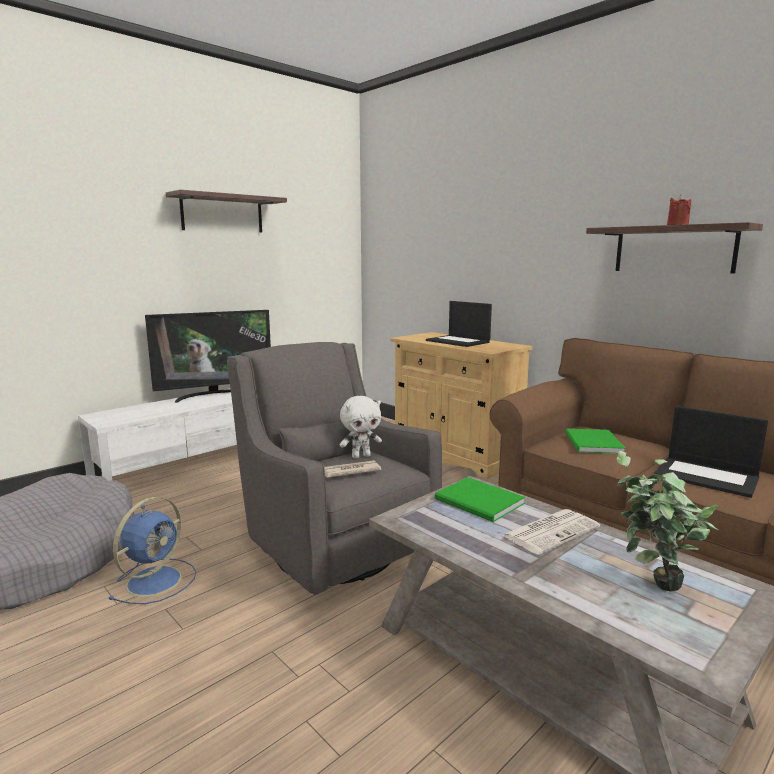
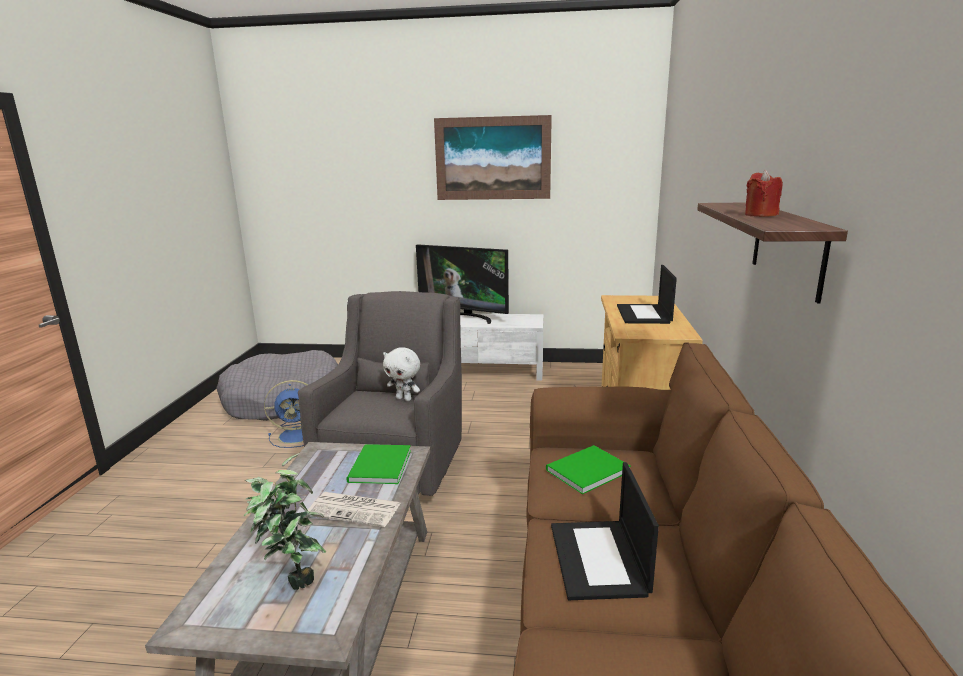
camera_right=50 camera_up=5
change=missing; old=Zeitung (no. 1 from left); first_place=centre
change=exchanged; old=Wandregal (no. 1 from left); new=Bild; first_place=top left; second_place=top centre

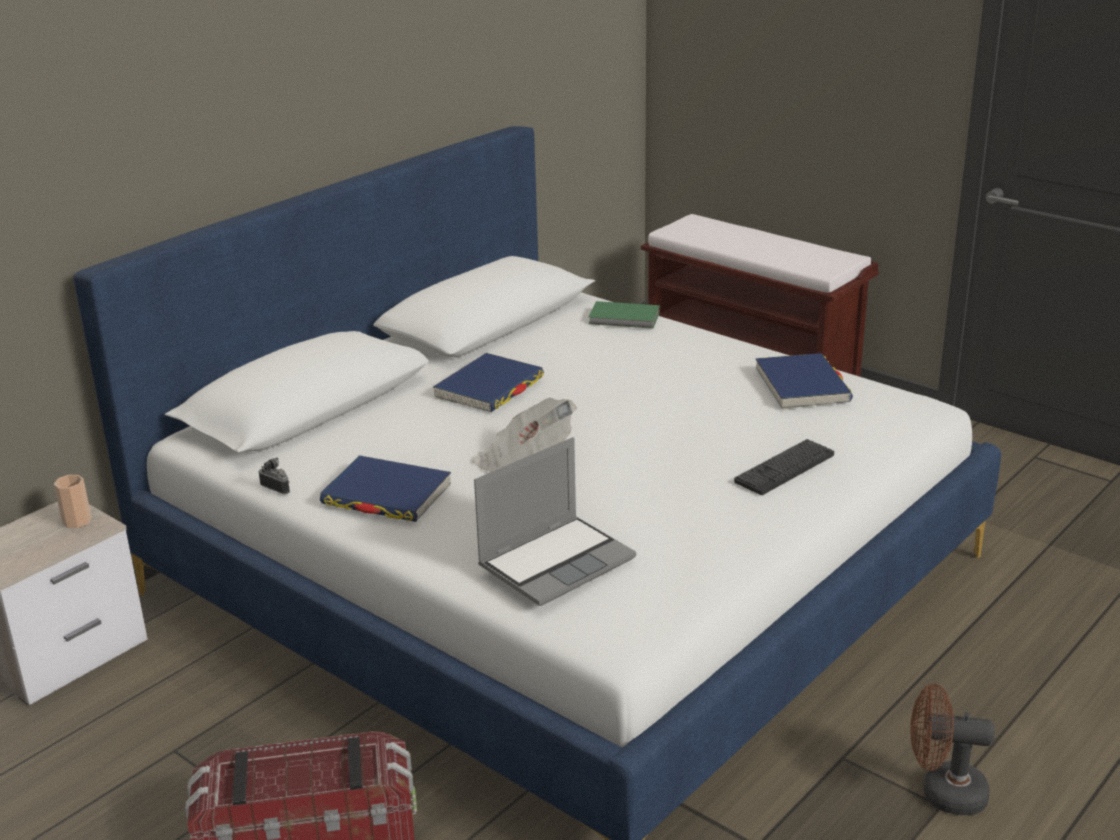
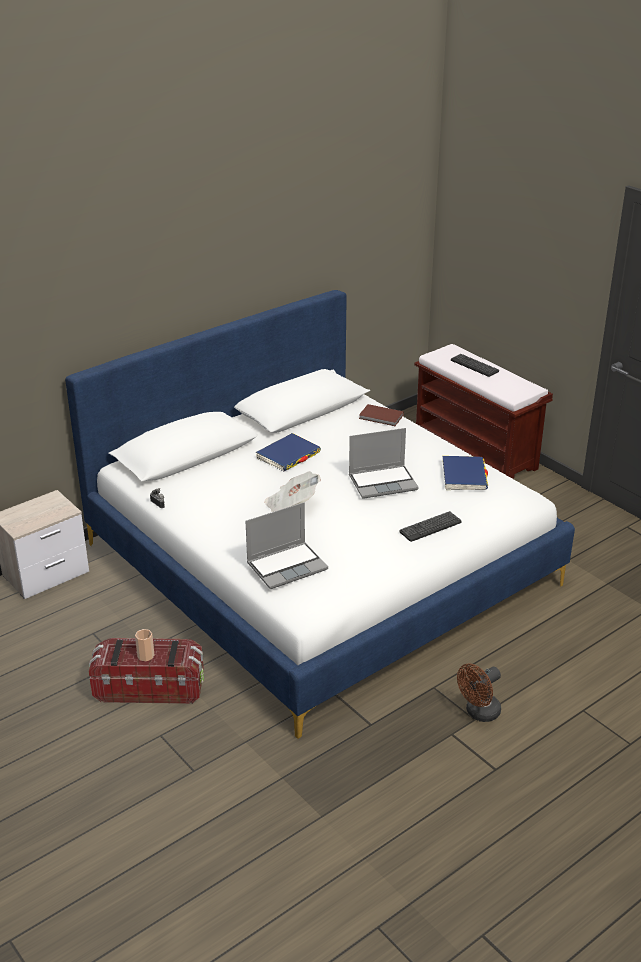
camera_right=10 camera_up=5
change=missing; old=Buch (blau) (no. 1 from left); first_place=centre
change=appeared; new=Laptop (no. 2 from left); second_place=centre
change=appeared; new=Tastatur (no. 2 from left); second_place=middle right
change=relocated; old=Tasse; first_place=middle left; second_place=bottom left
change=colour; old=Buch (grün); new=Buch (braun); first_place=centre; second_place=centre
change=spun; old=Ventilator (braun); first_place=bottom right; second_place=bottom right; degrees=-60

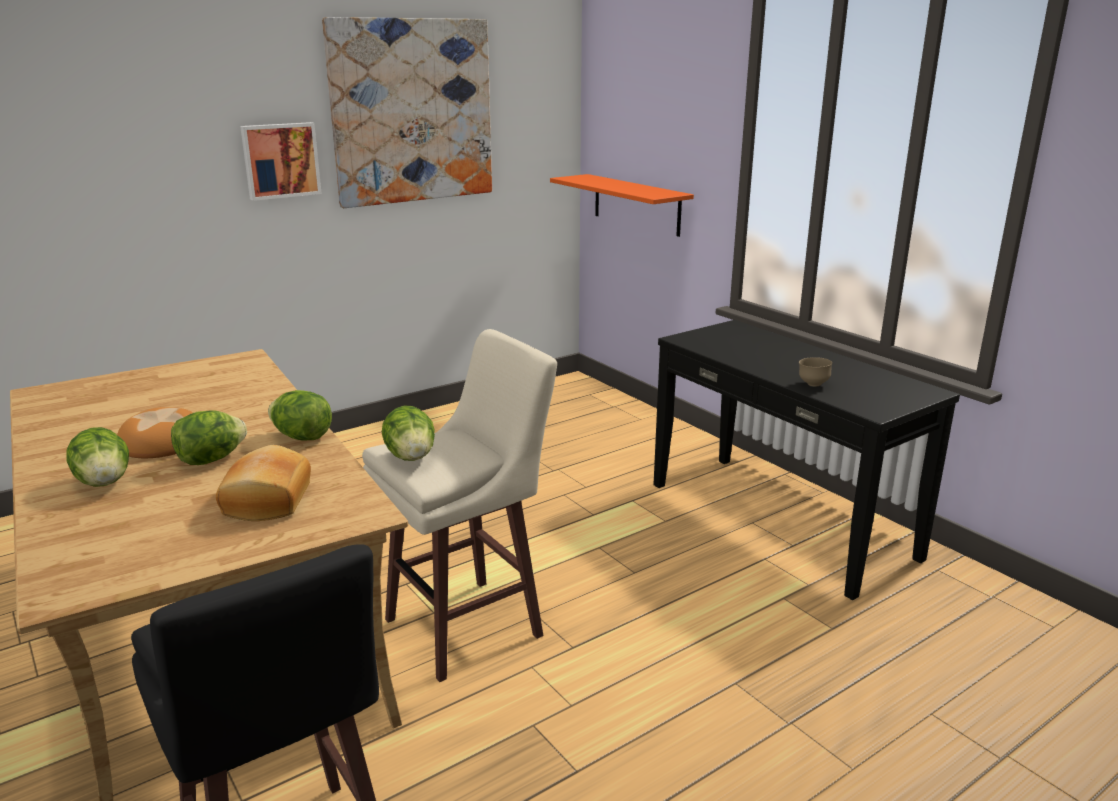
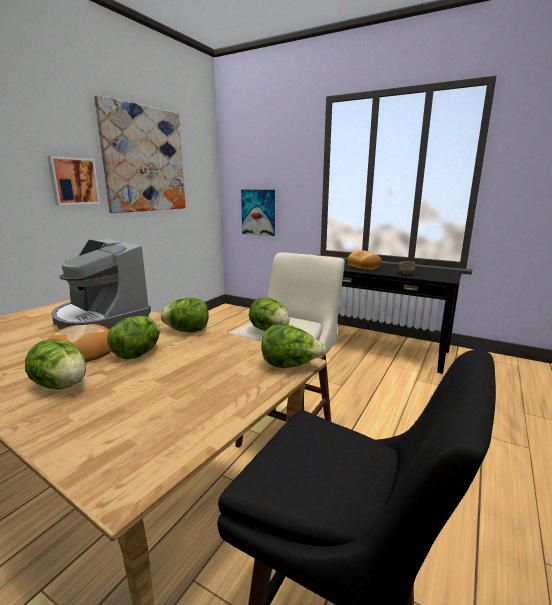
camera_right=-25 camera_up=-5
change=appeared; new=Kaffeemaschine; second_place=middle left
change=appeared; new=Salatkopf (no. 5 from left); second_place=centre
change=relocated; old=Brot (no. 2 from left); first_place=middle left; second_place=centre
change=exchanged; old=Wandregal (orange); new=Bild (no. 3 from left); first_place=top centre; second_place=centre

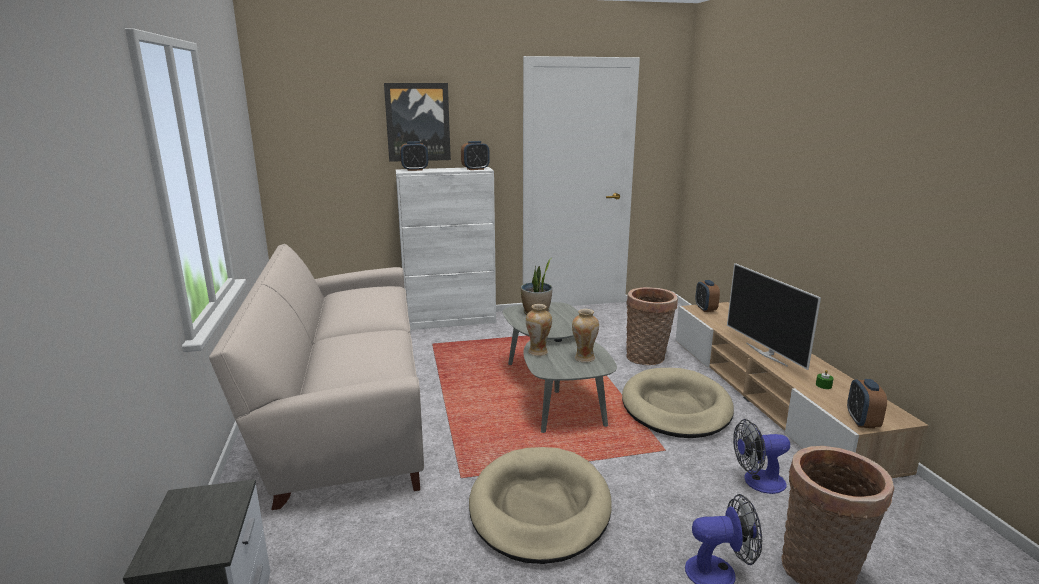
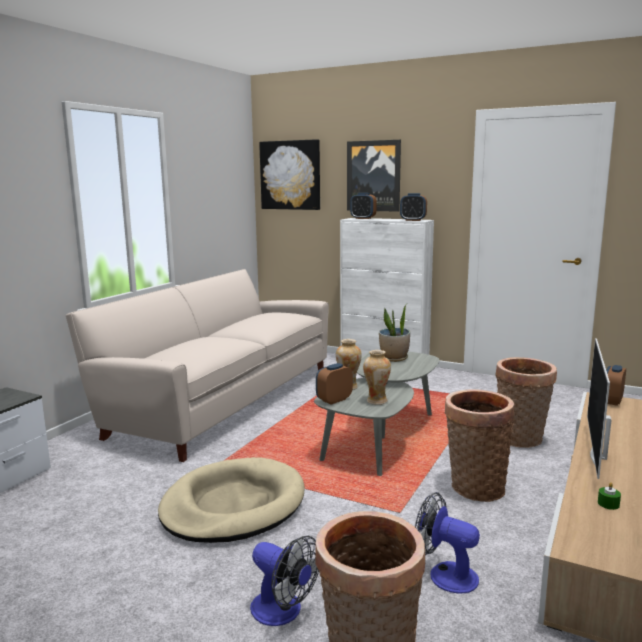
camera_right=40 camera_up=-5
change=appeared; new=Bild (no. 1 from left); second_place=top centre
change=relocated; old=Wecker (no. 4 from left in the first image); new=Wecker (no. 1 from left); first_place=bottom right; second_place=centre
change=exchanged; old=Hundebett (beige) (no. 2 from left); new=Korb (no. 2 from left); first_place=bottom centre; second_place=bottom right

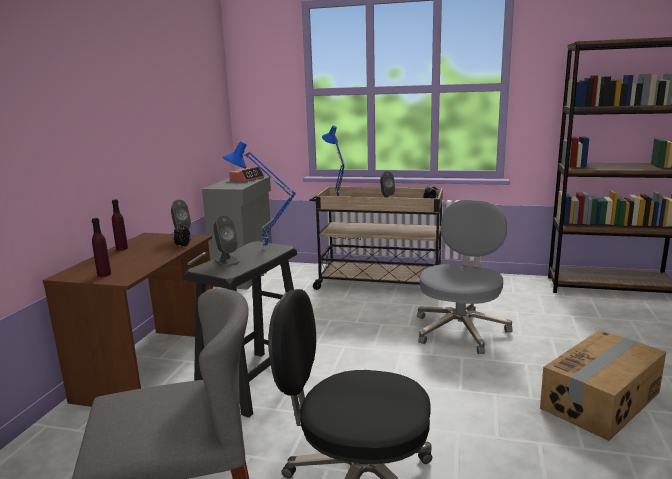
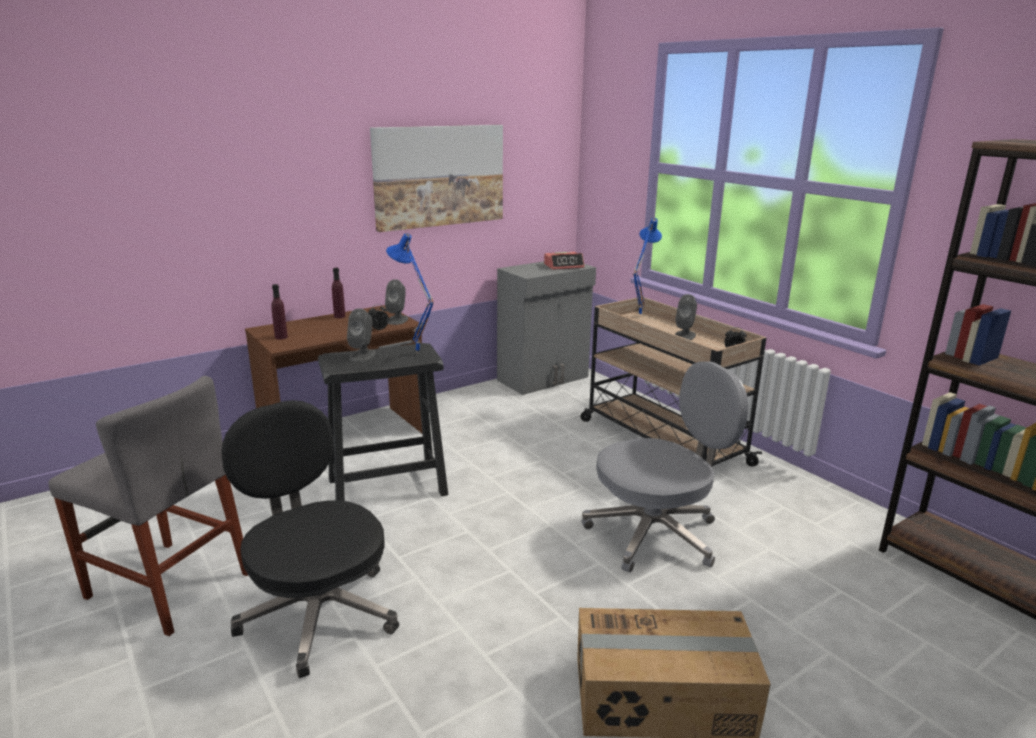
camera_right=40 camera_up=5
change=appeared; new=Bild; second_place=top centre

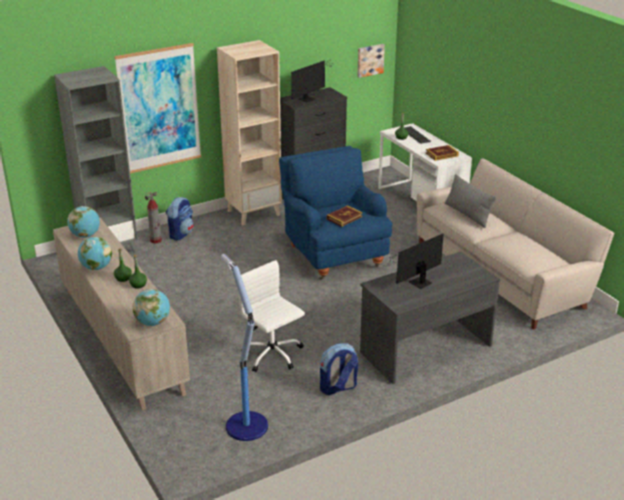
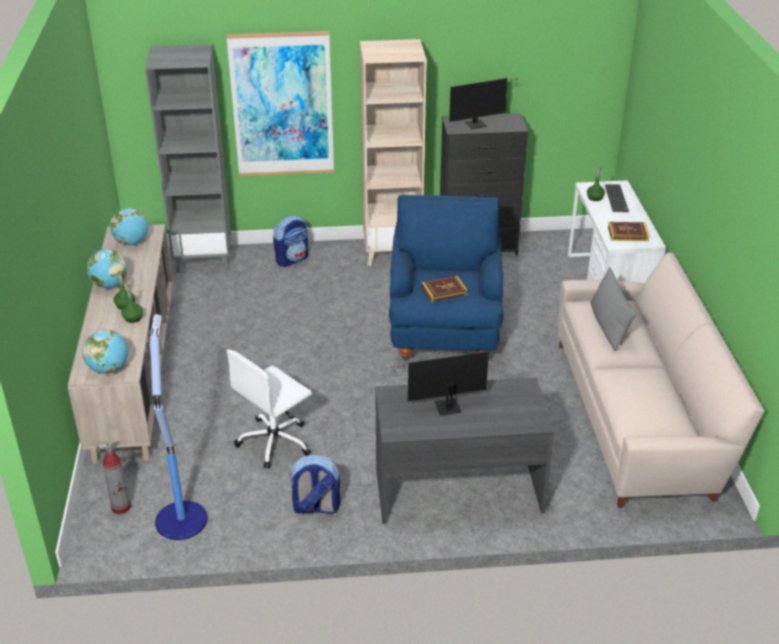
camera_right=25 camera_up=5
change=missing; old=Bild (no. 2 from left); first_place=top centre
change=relocated; old=Feuerlöscher; first_place=middle left; second_place=bottom left
change=spun; old=Bürostuhl (weiß); first_place=centre; second_place=centre; degrees=-120

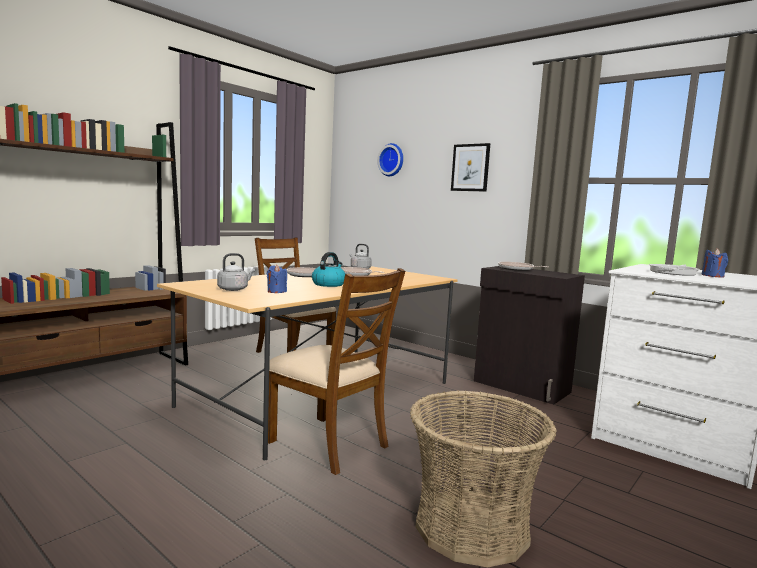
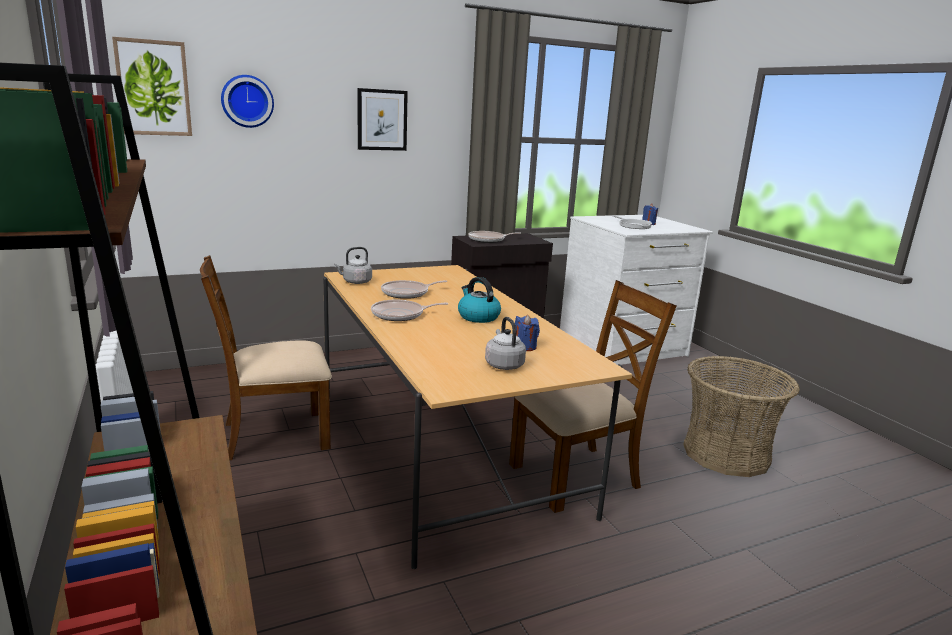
camera_right=-65 camera_up=10
change=appeared; new=Bild (no. 1 from left); second_place=top left

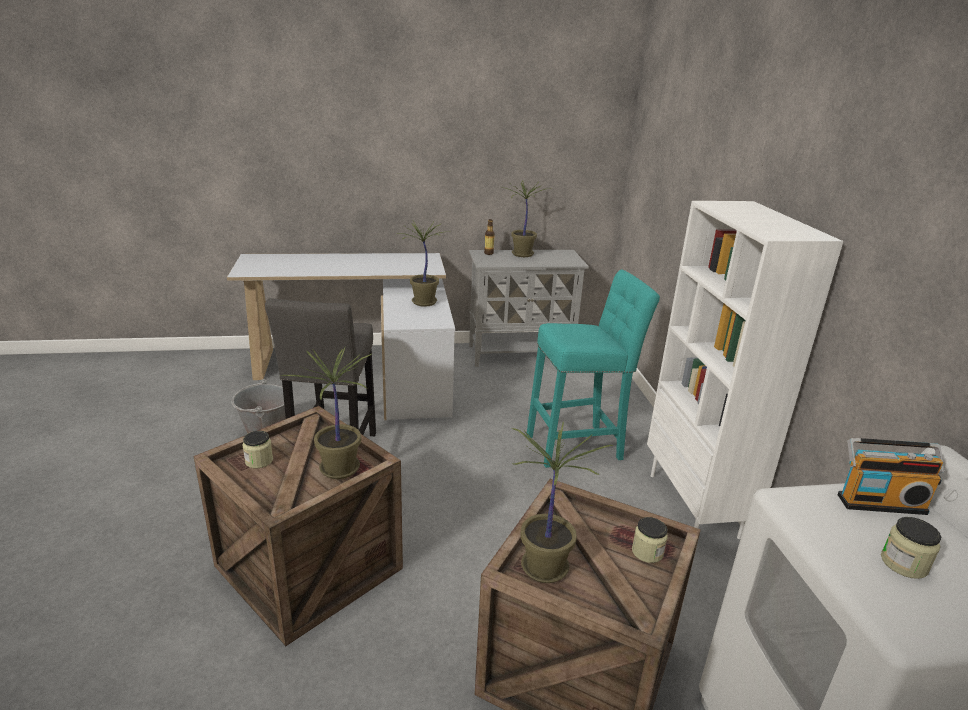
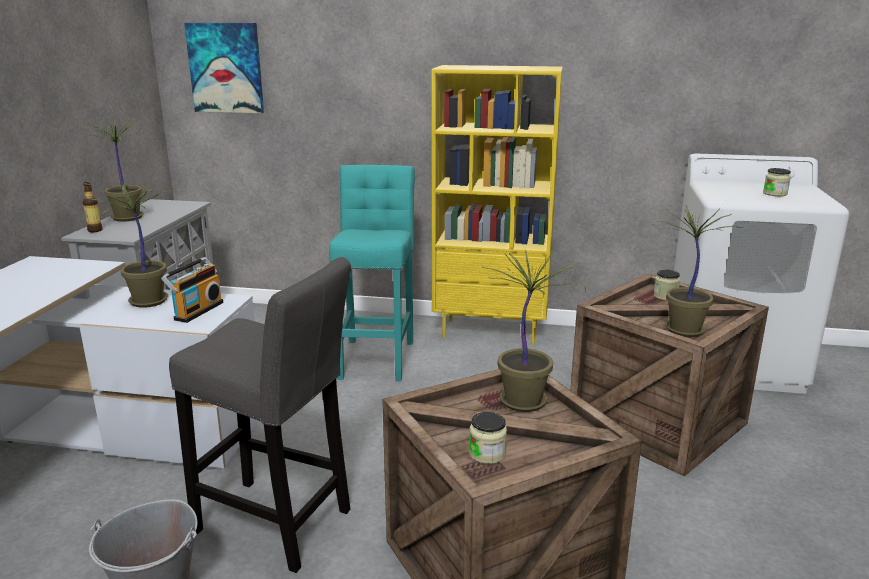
camera_right=-70 camera_up=-5
change=appeared; new=Bild; second_place=top left
change=relocated; old=Radio; first_place=bottom right; second_place=middle left
change=colour; old=Bücherregal (weiß); new=Bücherregal (gelb); first_place=middle right; second_place=centre

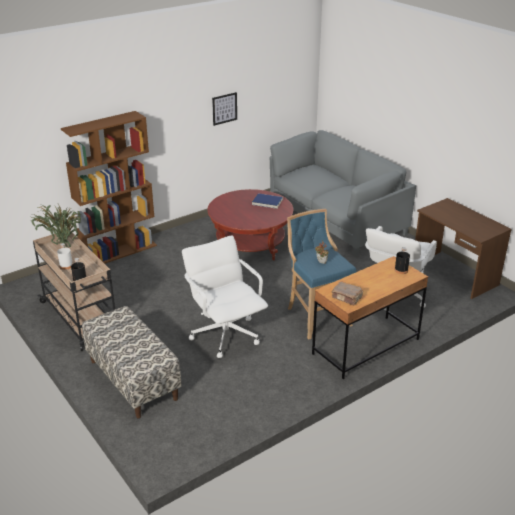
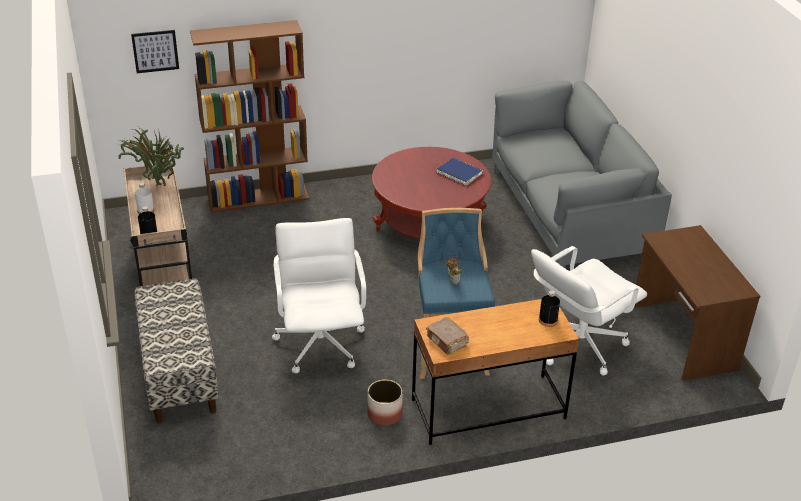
camera_right=20 camera_up=5
change=appeared; new=Pflanzkübel; second_place=bottom centre
change=relocated; old=Bild; first_place=top centre; second_place=top left

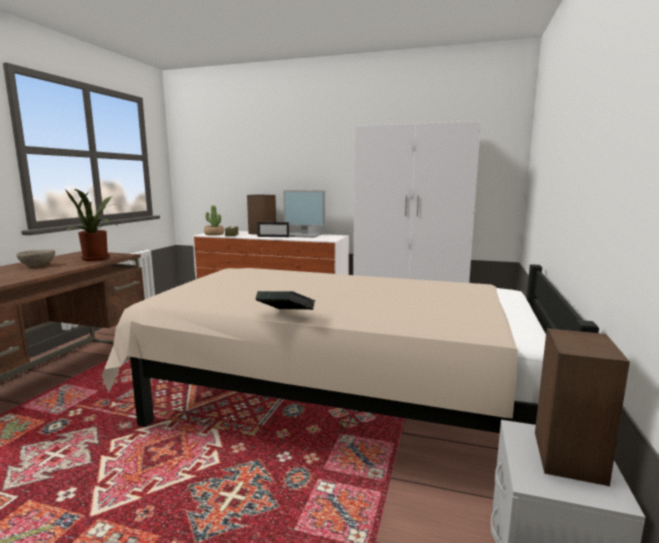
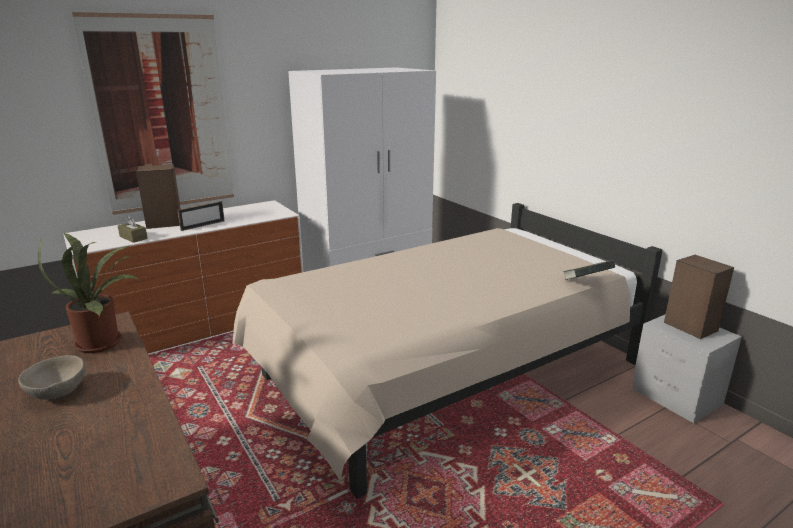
camera_right=-50 camera_up=10
change=missing; old=Topfpflanze (no. 2 from left); first_place=middle left
change=missing; old=Monitor; first_place=centre
change=appeared; new=Bild; second_place=top left
change=relocated; old=Buch; first_place=centre; second_place=middle right

